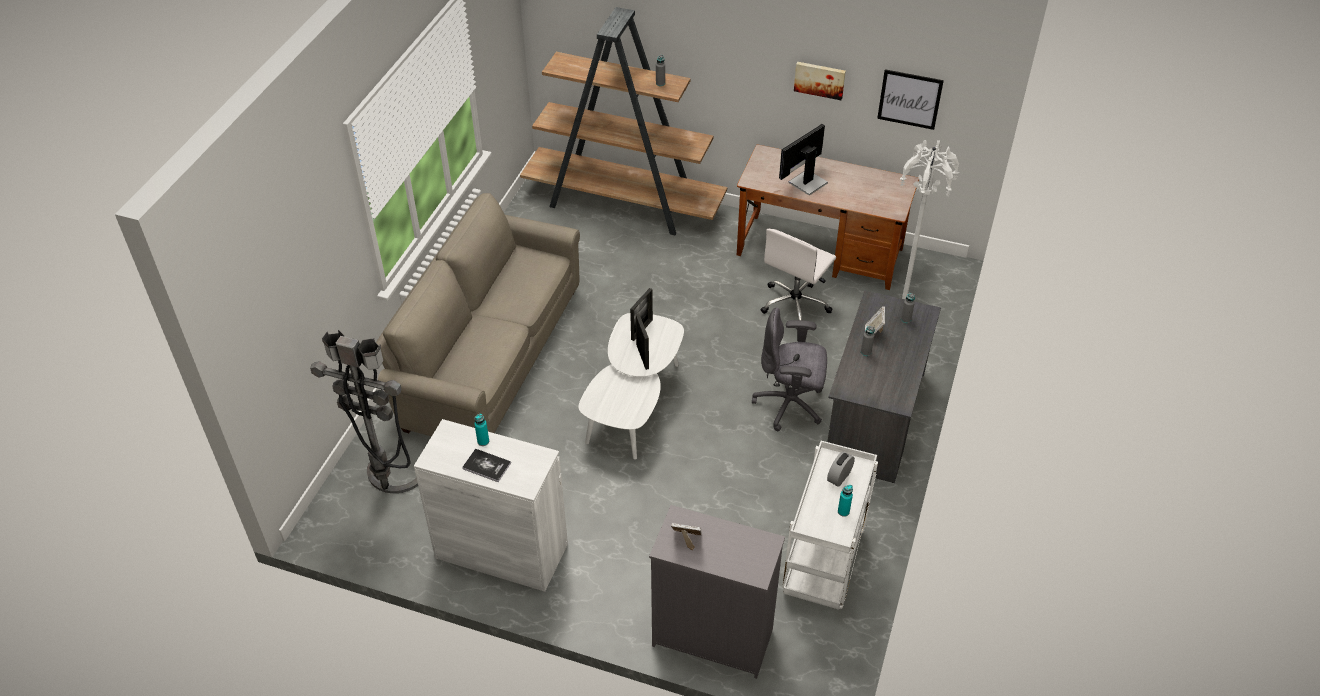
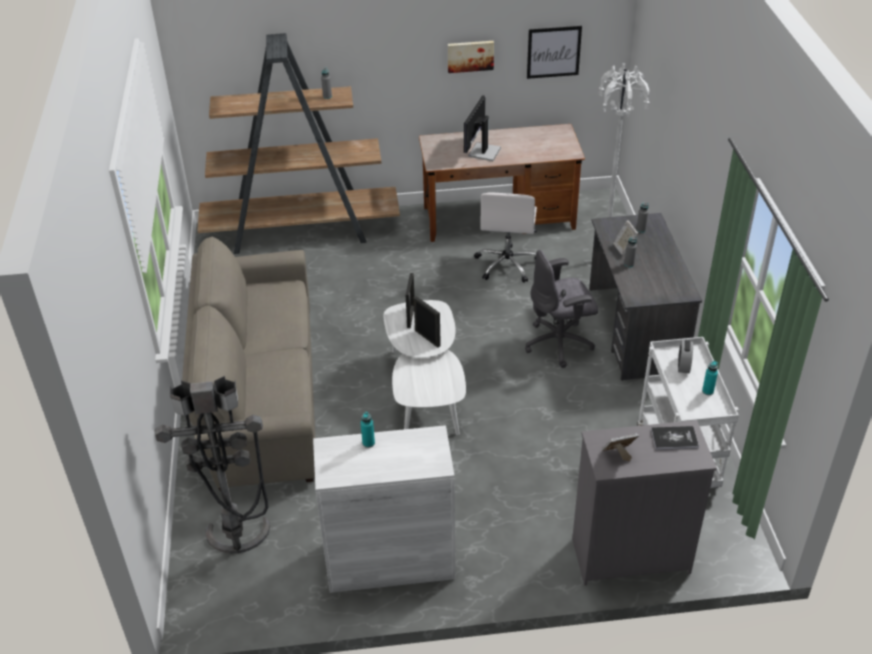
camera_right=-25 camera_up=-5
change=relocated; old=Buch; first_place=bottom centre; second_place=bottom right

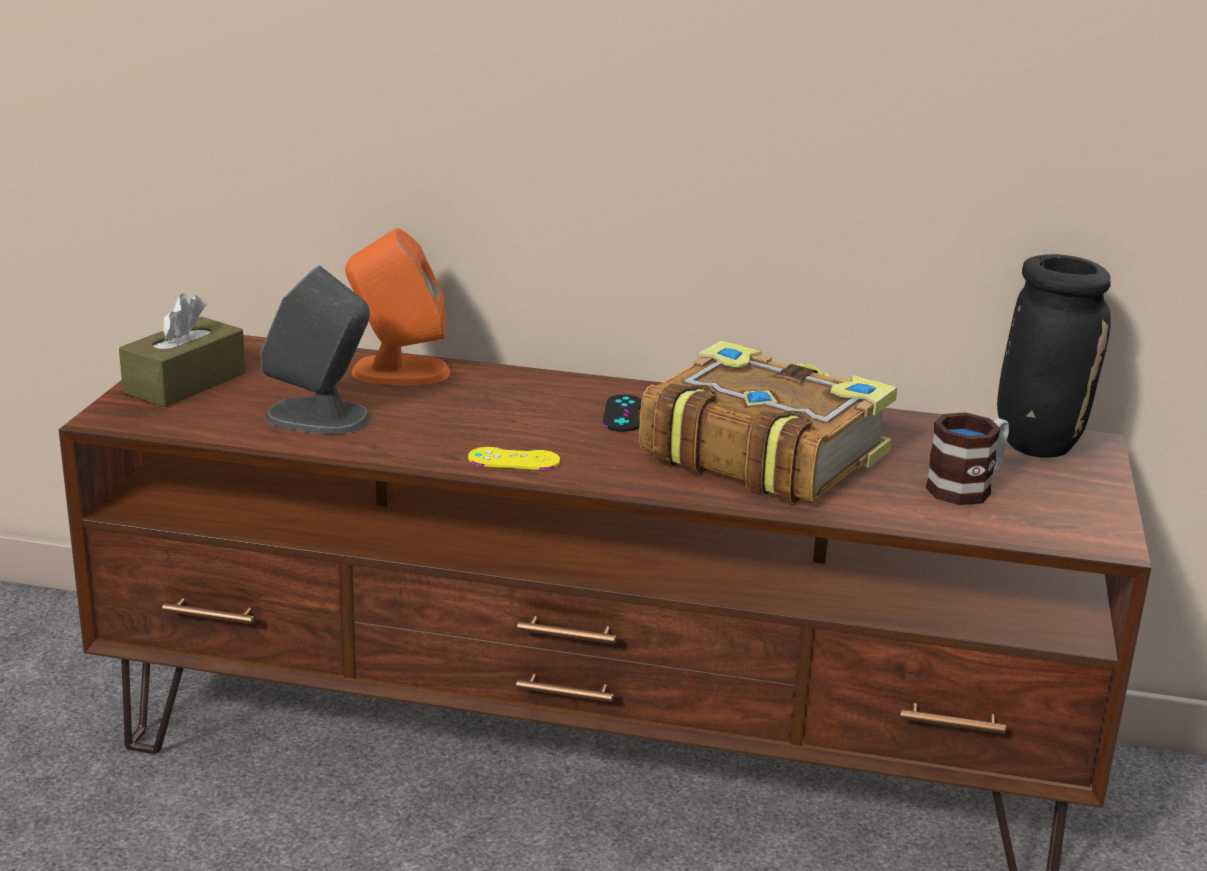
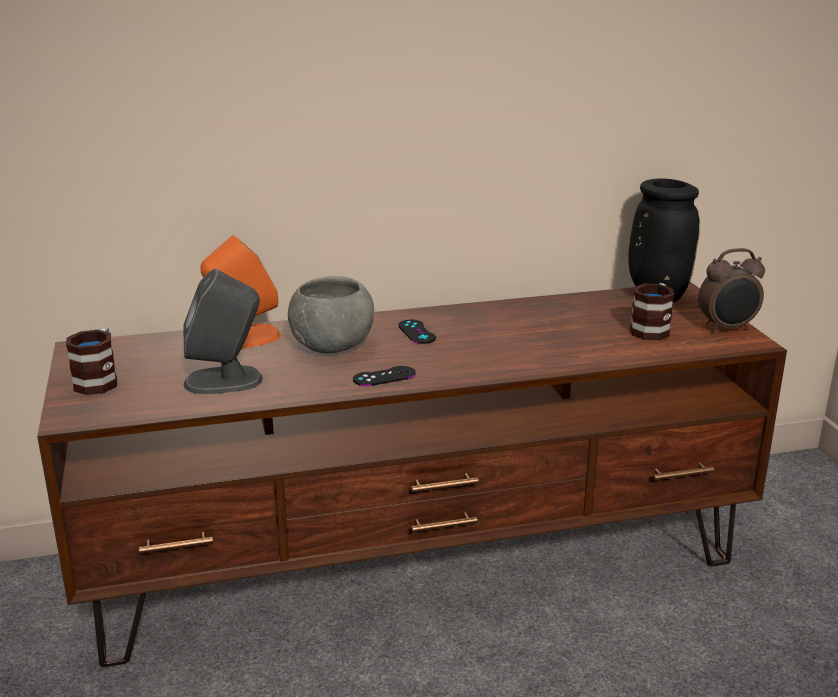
camera_right=-25 camera_up=0
change=missing; old=Buch; first_place=centre
change=appeared; new=Schüssel (grau); second_place=centre
change=appeared; new=Wecker; second_place=middle right
change=exchanged; old=Taschentuchbox (braun); new=Henkelbecher (no. 1 from left); first_place=middle left; second_place=middle left
change=colour; old=Gamepad (gelb); new=Gamepad (schwarz) (no. 1 from left); first_place=centre; second_place=centre

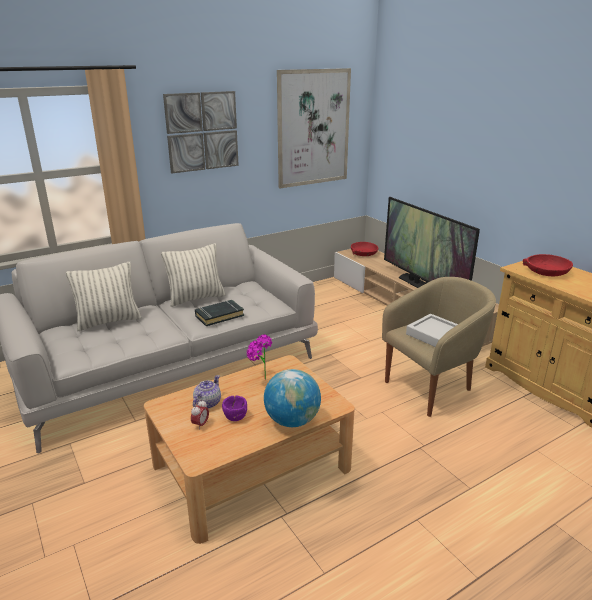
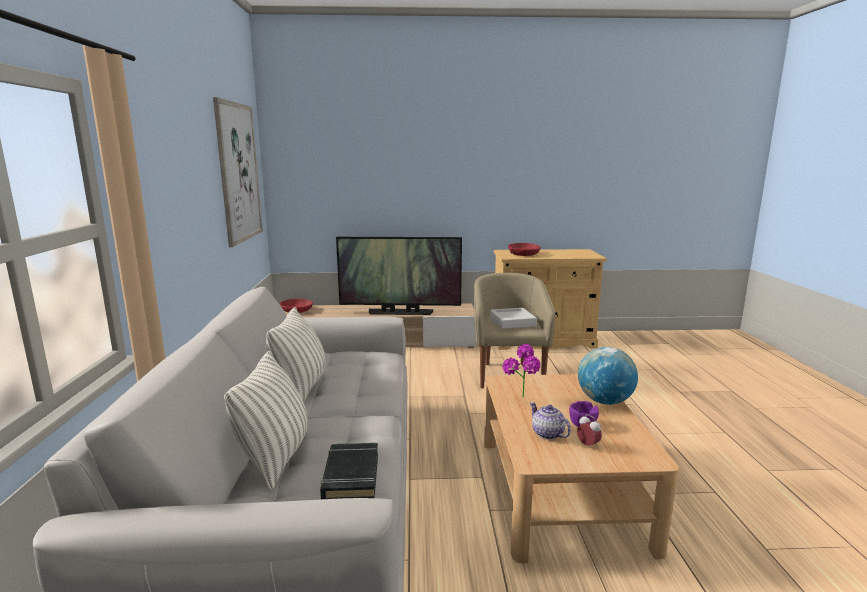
camera_right=-60 camera_up=-10
change=missing; old=Bild (no. 1 from left); first_place=top centre
change=relocated; old=Buch (schwarz); first_place=centre; second_place=bottom centre

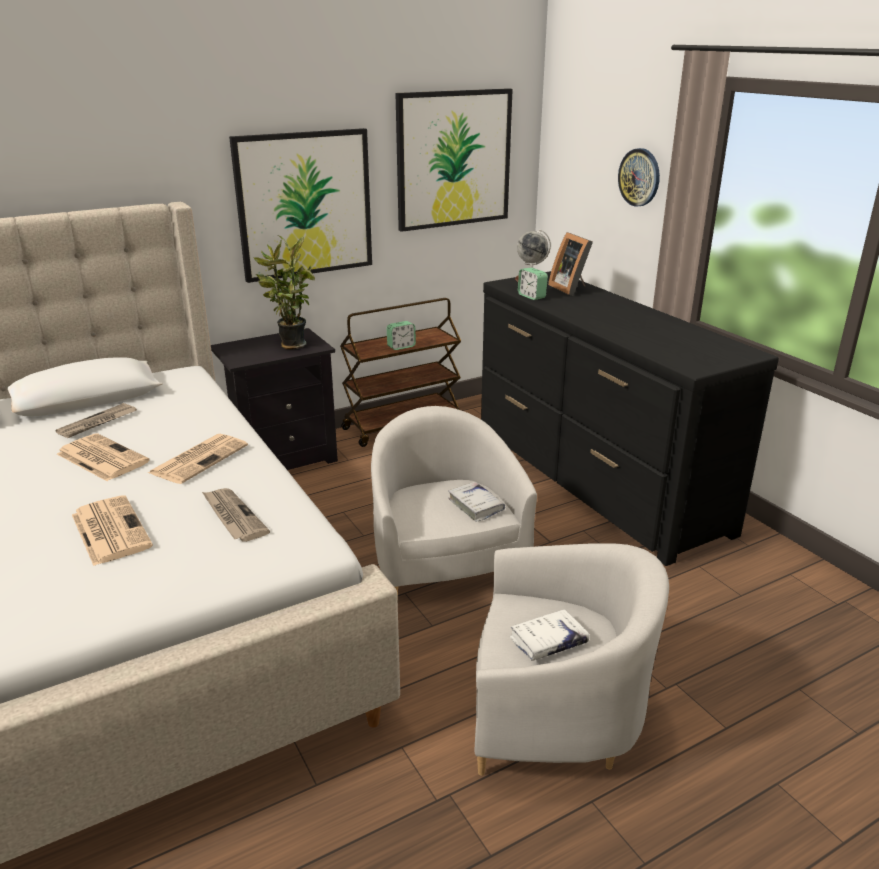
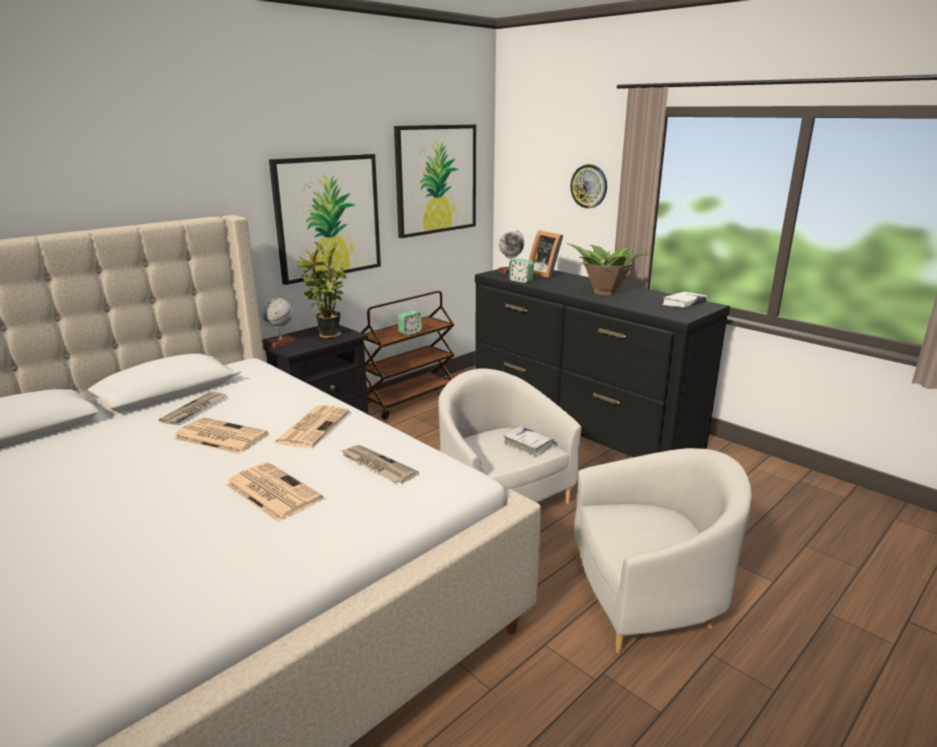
camera_right=-15 camera_up=-5
change=appeared; new=Globus (no. 1 from left); second_place=middle left
change=appeared; new=Topfpflanze (no. 2 from left); second_place=centre
change=relocated; old=Buch (weiß) (no. 2 from left); first_place=bottom centre; second_place=middle right

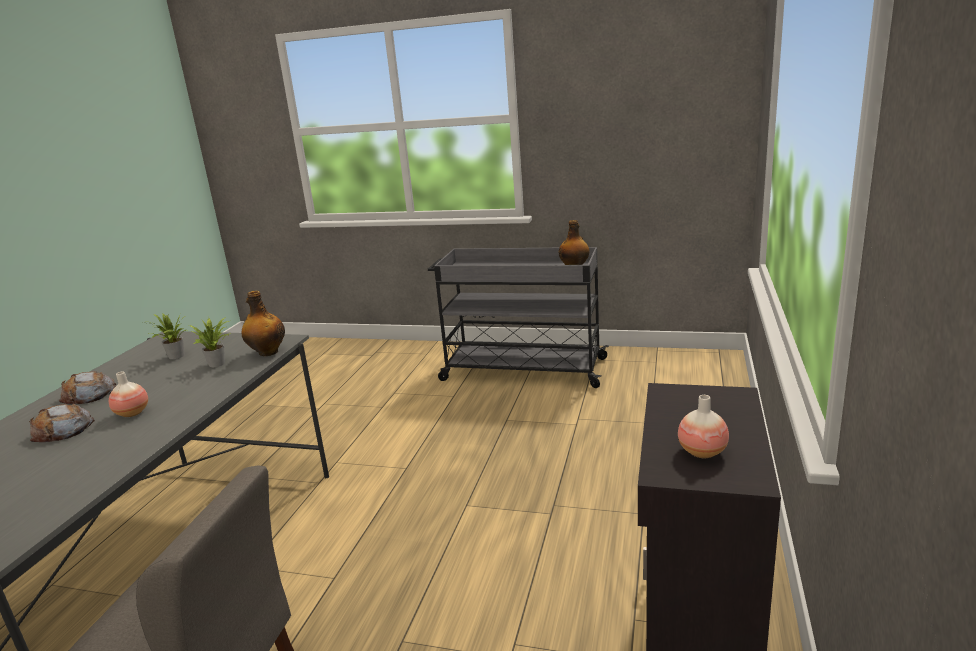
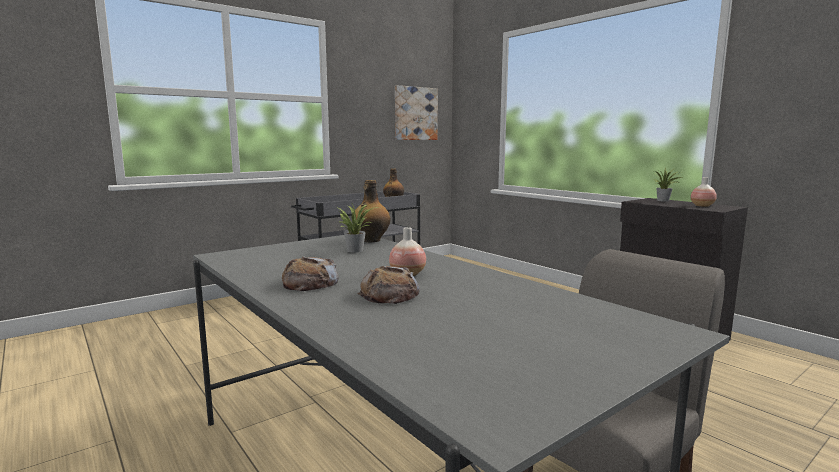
camera_right=-55 camera_up=-10
change=appeared; new=Bild; second_place=top centre
change=relocated; old=Topfpflanze (no. 1 from left in the first image); new=Topfpflanze (no. 2 from left); first_place=middle left; second_place=middle right

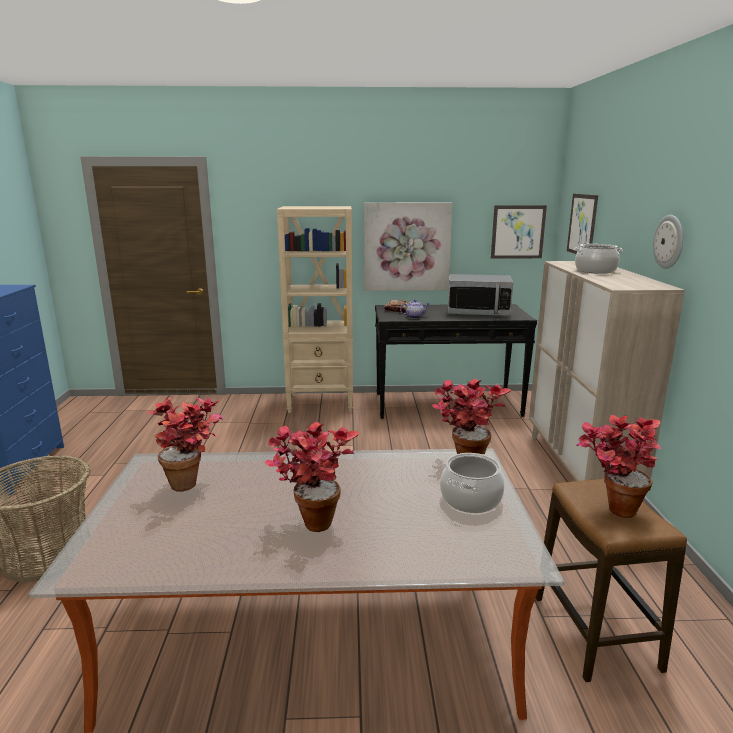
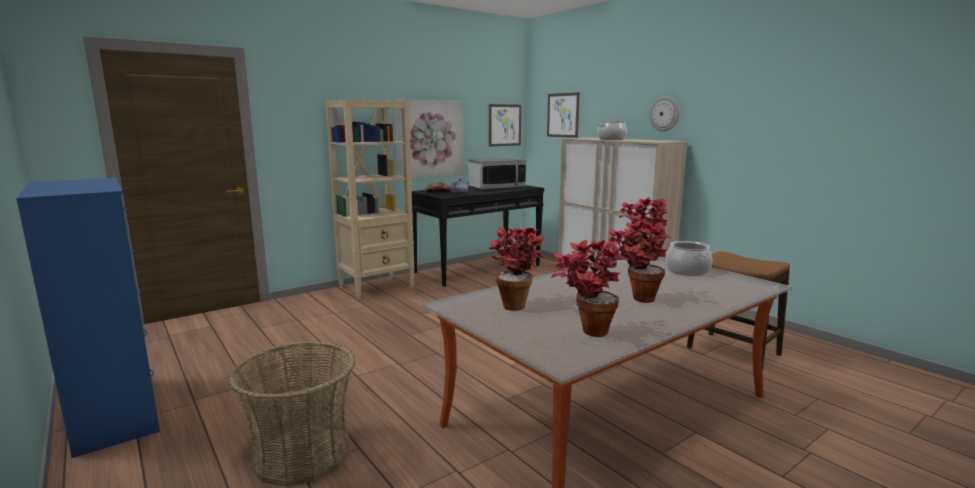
camera_right=-35 camera_up=-5
change=relocated; old=Topfpflanze (no. 4 from left in the first image); new=Topfpflanze (no. 2 from left); first_place=middle right; second_place=centre

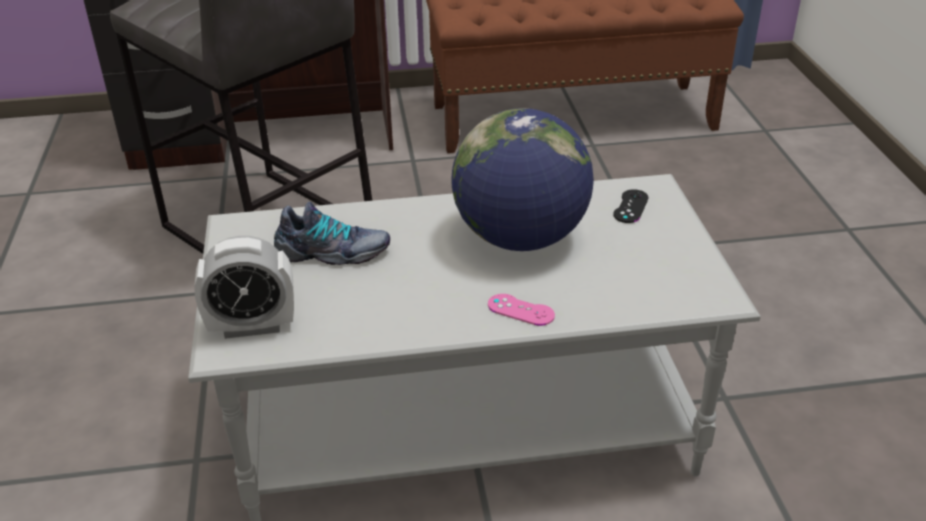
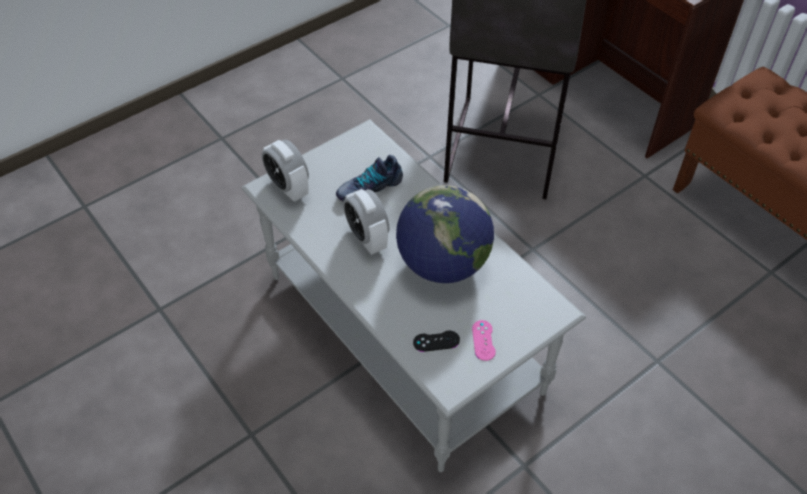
camera_right=60 camera_up=15
change=appeared; new=Wecker (no. 2 from left); second_place=centre
change=relocated; old=Gamepad (rosa); first_place=centre; second_place=bottom centre
change=relocated; old=Gamepad (schwarz); first_place=middle right; second_place=bottom centre
change=spun; old=Schuh; first_place=centre; second_place=centre; degrees=90

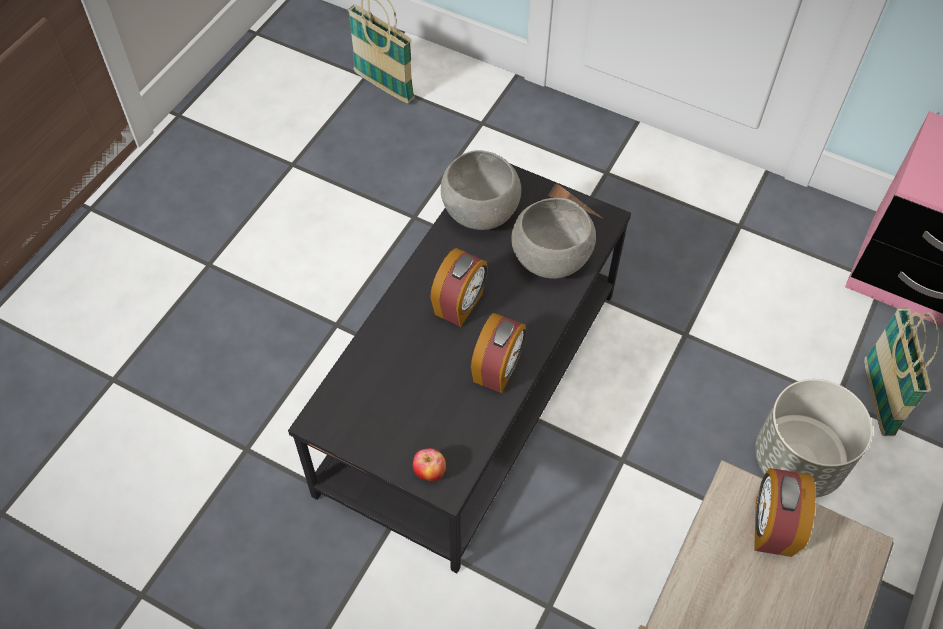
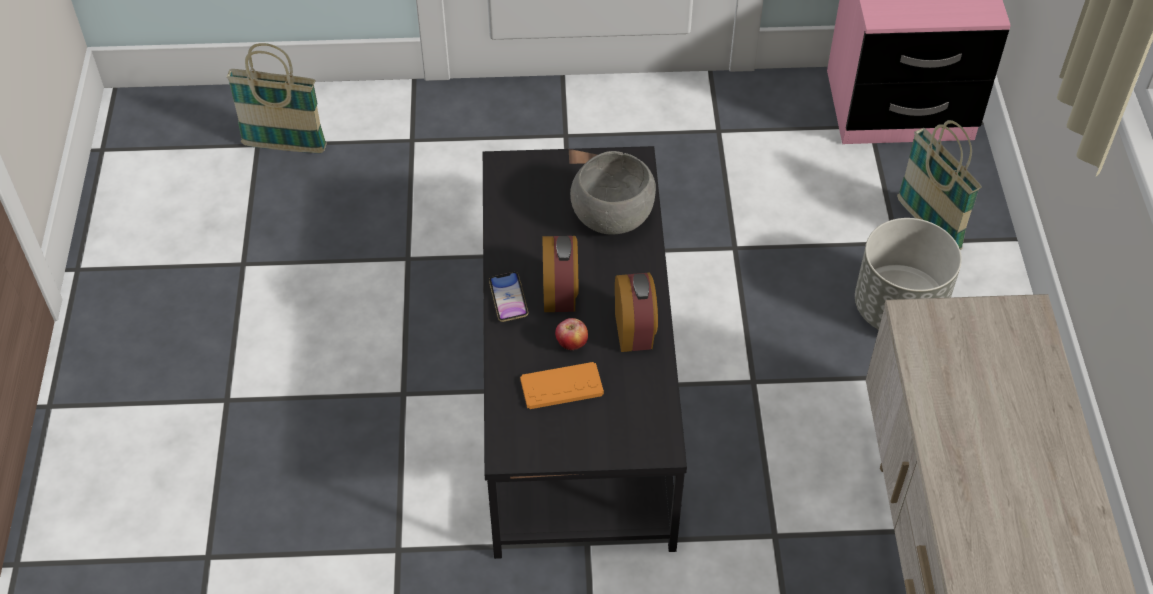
camera_right=-30 camera_up=-5
change=missing; old=Schüssel (grau) (no. 1 from left); first_place=top centre
change=missing; old=Wecker (no. 3 from left); first_place=bottom right
change=appeared; new=Handy; second_place=centre
change=appeared; new=Gamepad (orange); second_place=centre
change=relocated; old=Apfel; first_place=bottom centre; second_place=centre

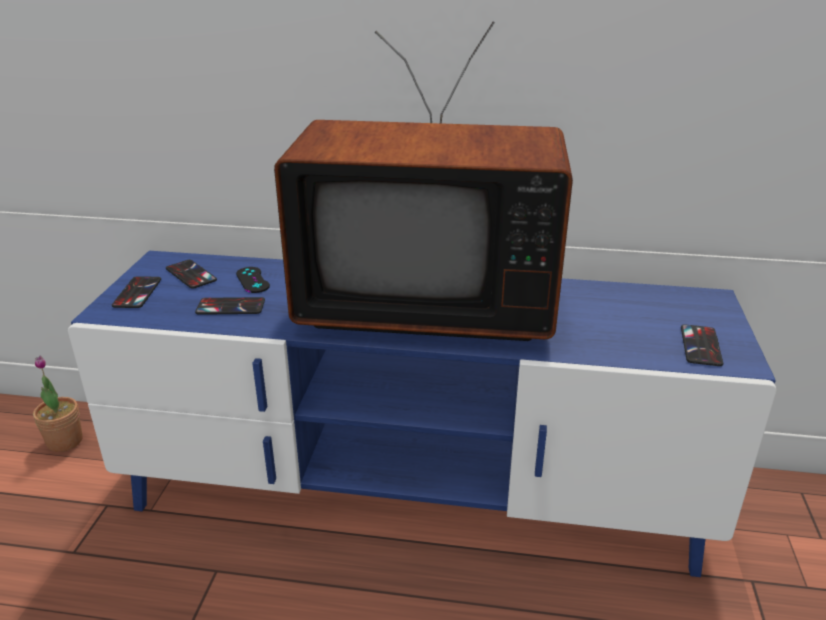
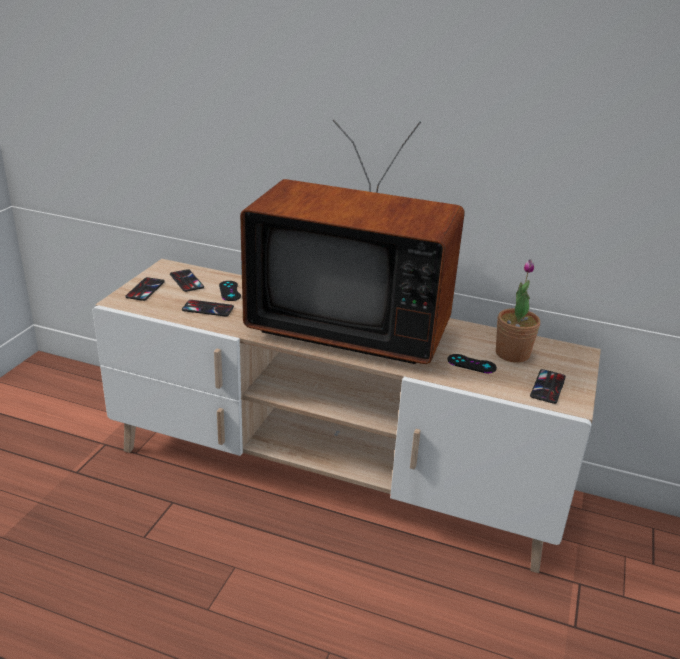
camera_right=10 camera_up=0
change=appeared; new=Gamepad (schwarz) (no. 2 from left); second_place=middle right
change=relocated; old=Topfpflanze; first_place=middle left; second_place=middle right
change=colour; old=Fernsehschrank (blau); new=Fernsehschrank (beige); first_place=bottom centre; second_place=centre

